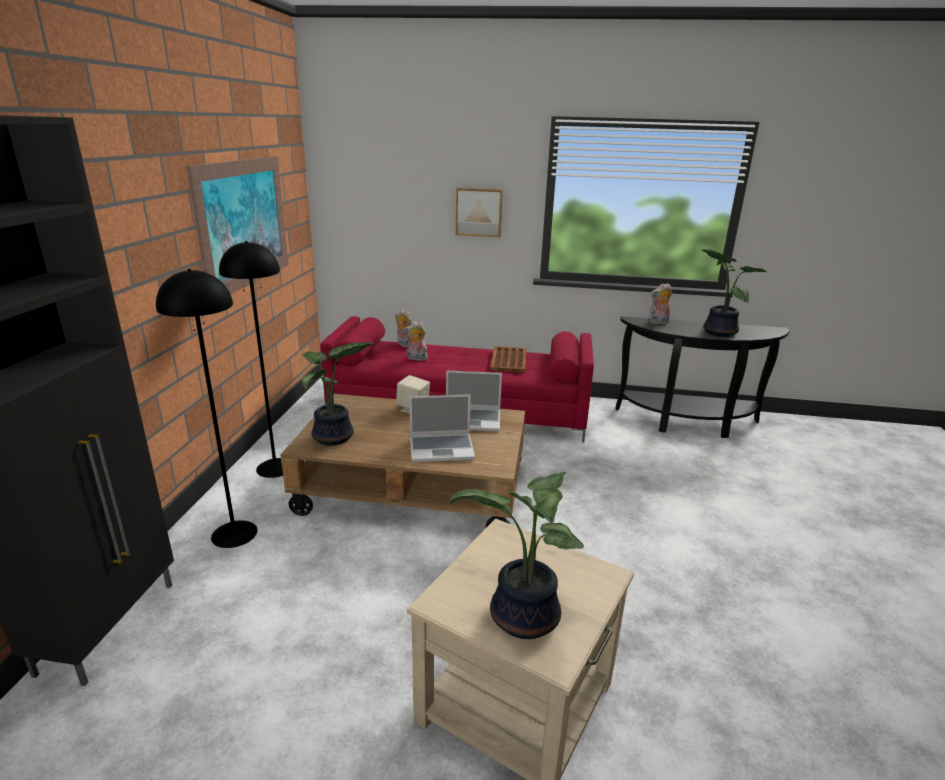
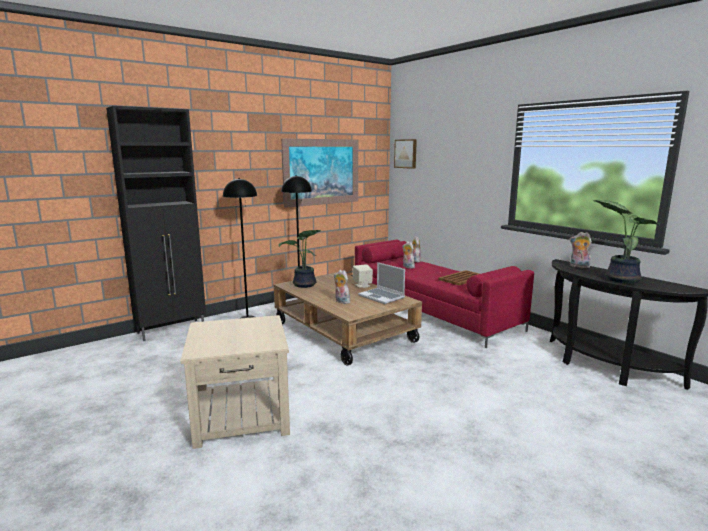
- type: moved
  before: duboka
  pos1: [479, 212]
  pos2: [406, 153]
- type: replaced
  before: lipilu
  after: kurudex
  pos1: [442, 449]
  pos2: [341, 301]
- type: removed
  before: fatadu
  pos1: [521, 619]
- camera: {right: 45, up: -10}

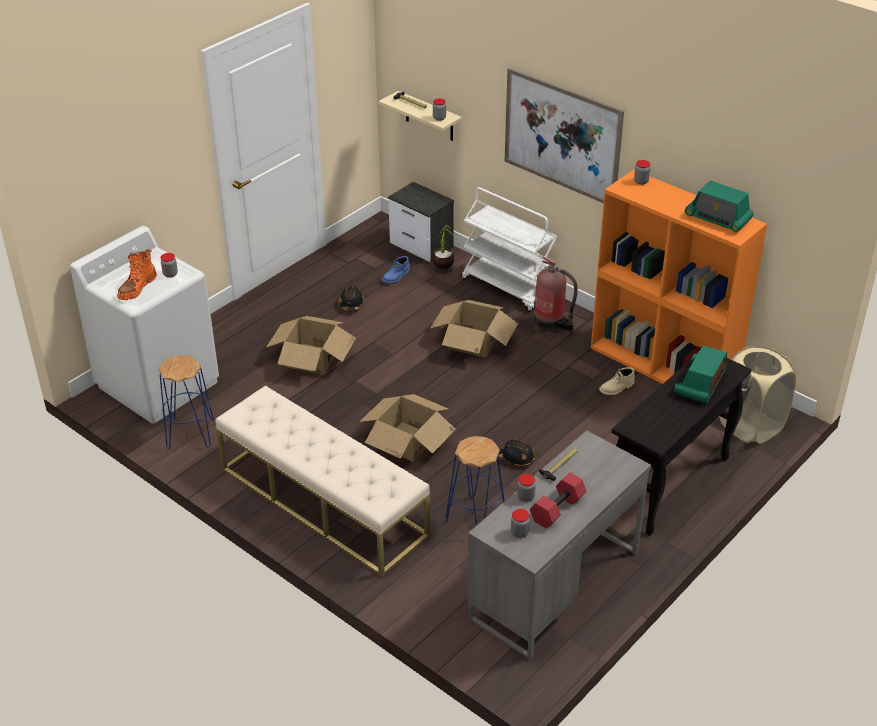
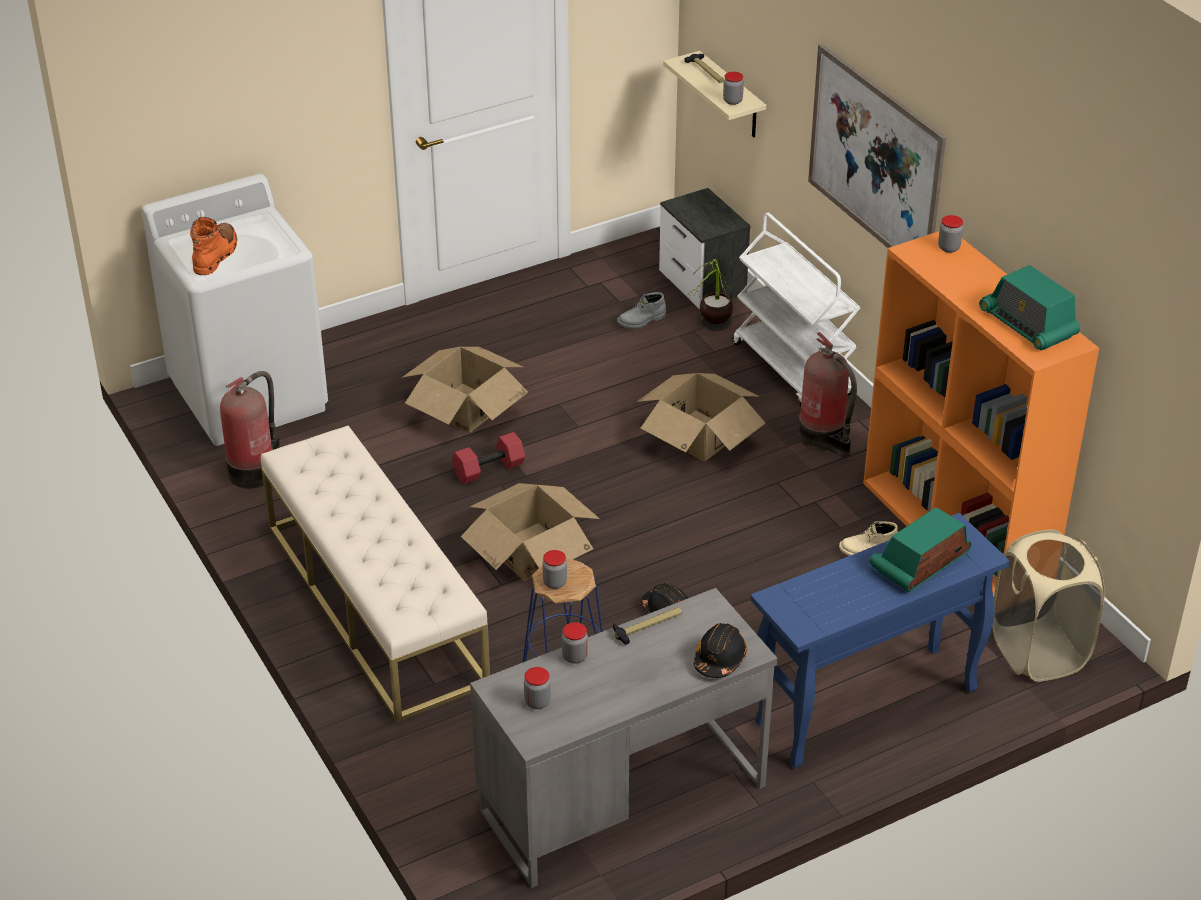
- type: turned
  before: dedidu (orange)
  pos1: [137, 288]
  pos2: [216, 255]
  turn: 150
- type: moved
  before: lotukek
  pos1: [170, 274]
  pos2: [555, 583]
- type: recoloured
  before: dedidu (blue)
  after: dedidu (grey)
  pos1: [396, 277]
  pos2: [642, 321]
- type: moved
  before: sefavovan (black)
  pos1: [351, 304]
  pos2: [719, 659]
- type: recoloured
  before: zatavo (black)
  after: zatavo (blue)
  pos1: [670, 487]
  pos2: [865, 708]
- type: replaced
  before: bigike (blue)
  after: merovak
  pos1: [190, 434]
  pos2: [255, 470]
- type: moved
  before: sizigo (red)
  pos1: [557, 508]
  pos2: [489, 468]
- camera: {right: 20, up: 0}

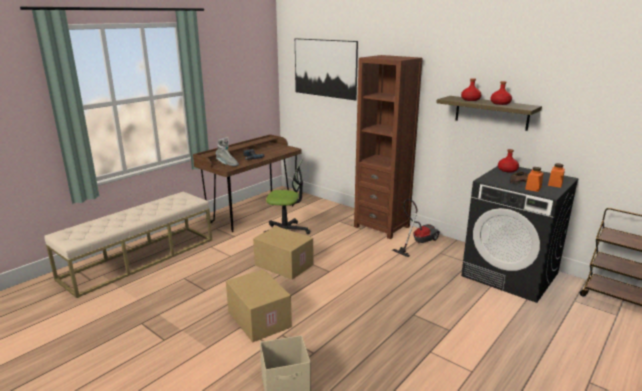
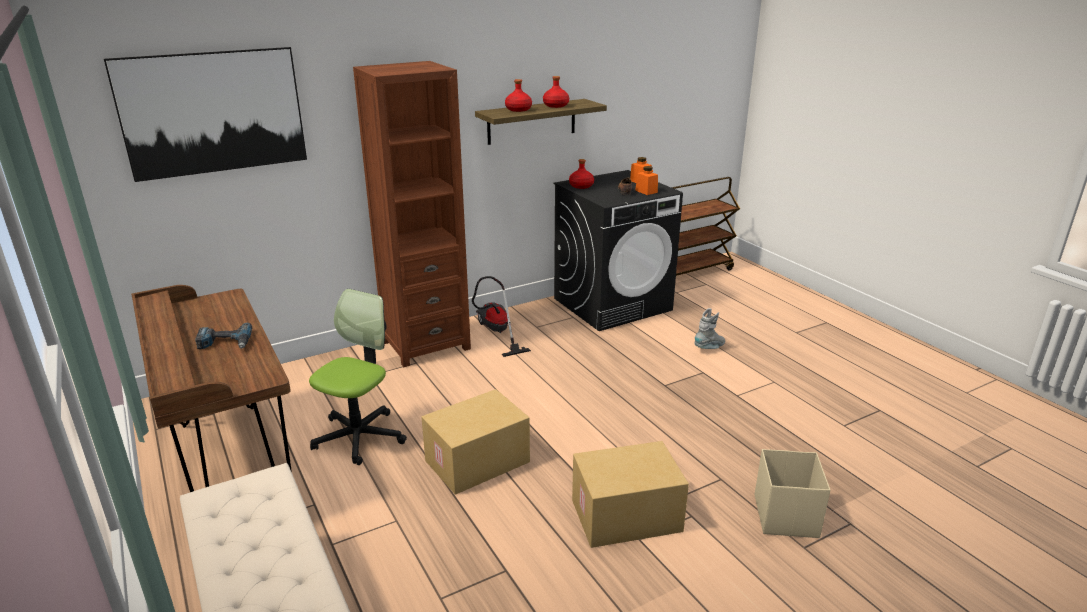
- type: moved
  before: dedidu (grey)
  pos1: [227, 164]
  pos2: [709, 348]
- camera: {right: -70, up: 5}

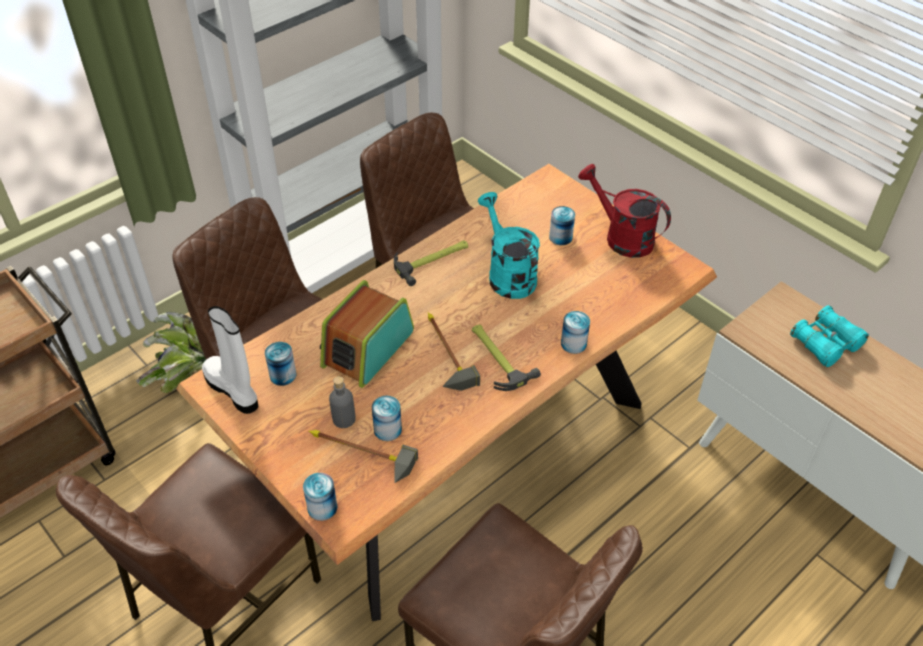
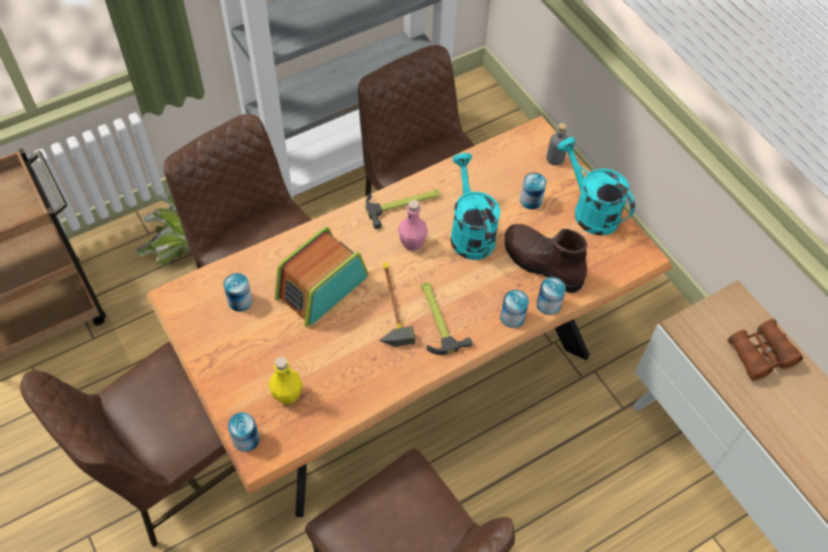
- type: recoloured
  before: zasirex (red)
  after: zasirex (turquoise)
  pos1: [621, 237]
  pos2: [590, 210]
- type: recoloured
  before: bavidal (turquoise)
  after: bavidal (brown)
  pos1: [825, 343]
  pos2: [760, 355]
- type: removed
  before: dedidu (white)
  pos1: [233, 390]
- type: moved
  before: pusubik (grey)
  pos1: [344, 419]
  pos2: [555, 158]
- type: moved
  before: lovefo
  pos1: [387, 429]
  pos2: [548, 304]
- type: replaced
  before: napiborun
  after: pusubik (yellow)
  pos1: [357, 457]
  pos2: [287, 395]
- type: added
  after: pusubik (pink)
  pos2: [412, 243]
- type: added
  after: dedidu (brown)
  pos2: [541, 264]
- camera: {right: 10, up: 10}

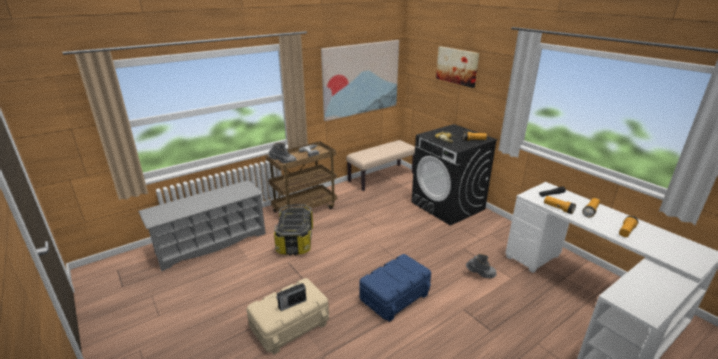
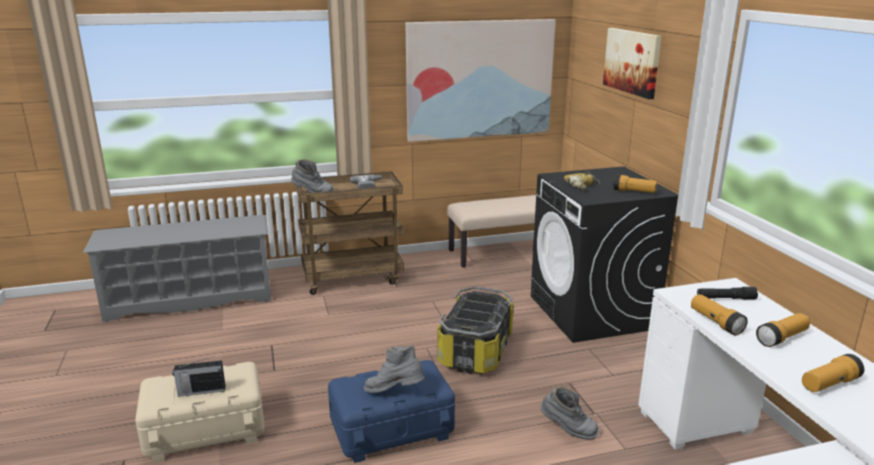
- type: moved
  before: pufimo
  pos1: [295, 241]
  pos2: [475, 351]
- type: added
  after: dedidu (grey)
  pos2: [394, 392]
- camera: {right: 20, up: -5}

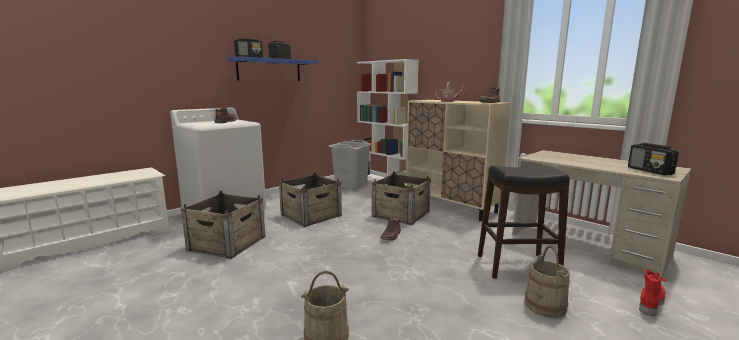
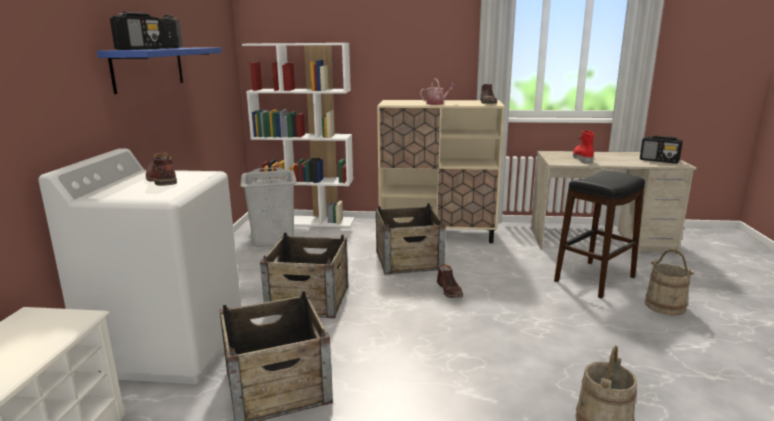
- type: moved
  before: dedidu (red)
  pos1: [650, 303]
  pos2: [582, 159]
- camera: {right: -40, up: 5}

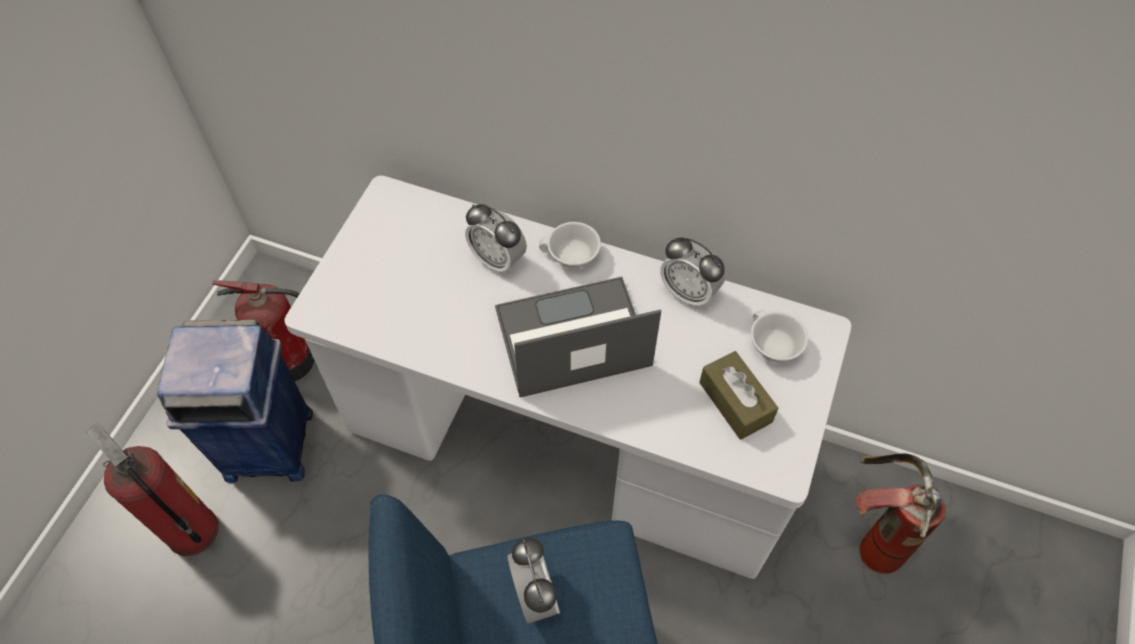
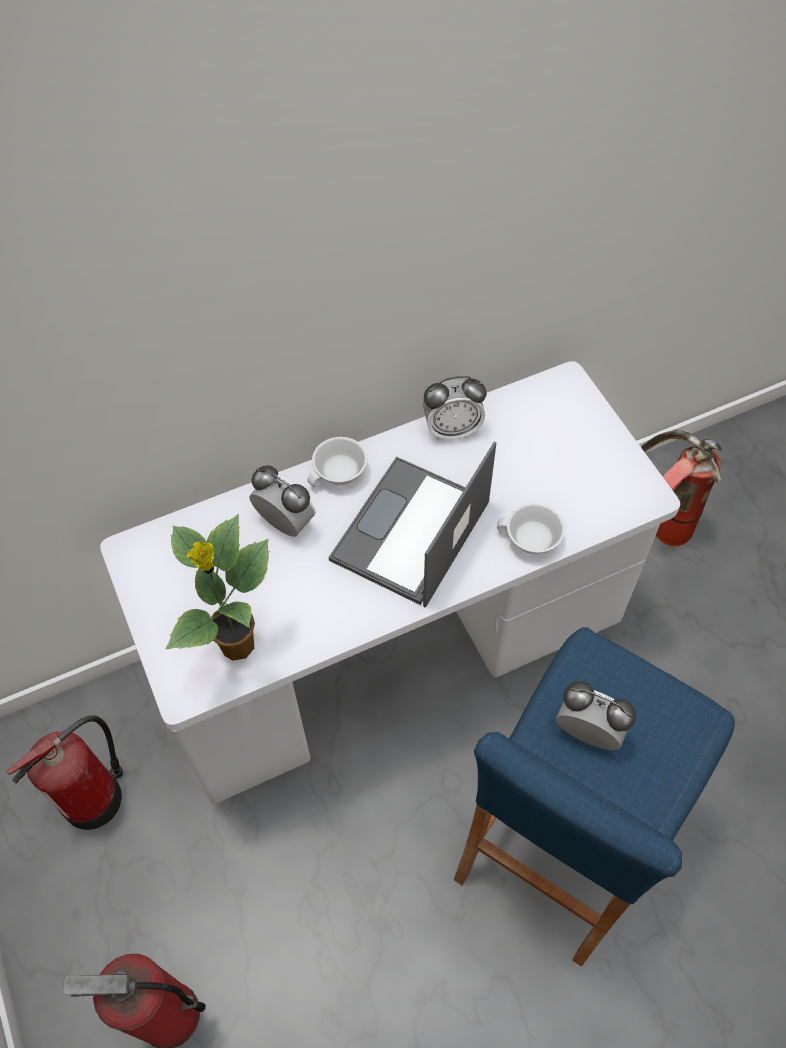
- type: turned
  before: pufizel
  pos1: [497, 259]
  pos2: [285, 523]
  turn: -135
- type: moved
  before: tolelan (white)
  pos1: [771, 347]
  pos2: [530, 541]
- type: removed
  before: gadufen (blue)
  pos1: [267, 445]
- type: removed
  before: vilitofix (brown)
  pos1: [735, 402]
- type: added
  after: fatadu
  pos2: [237, 647]
- camera: {right: -45, up: 0}

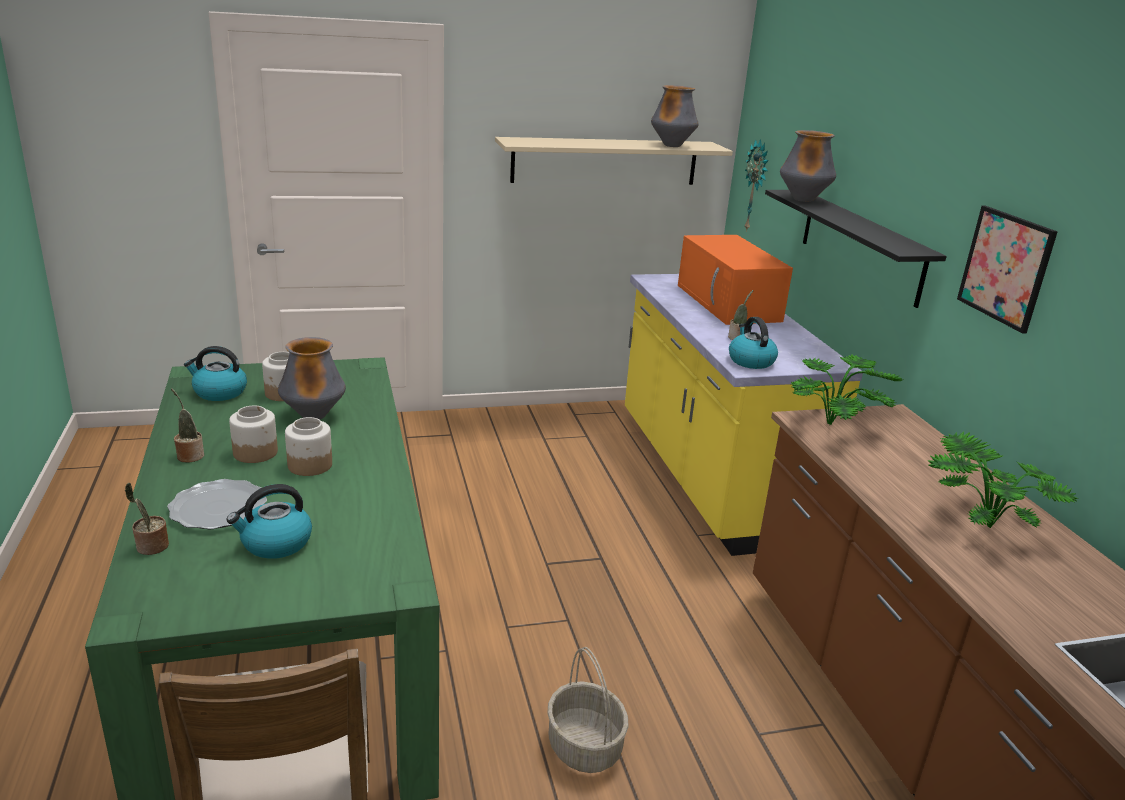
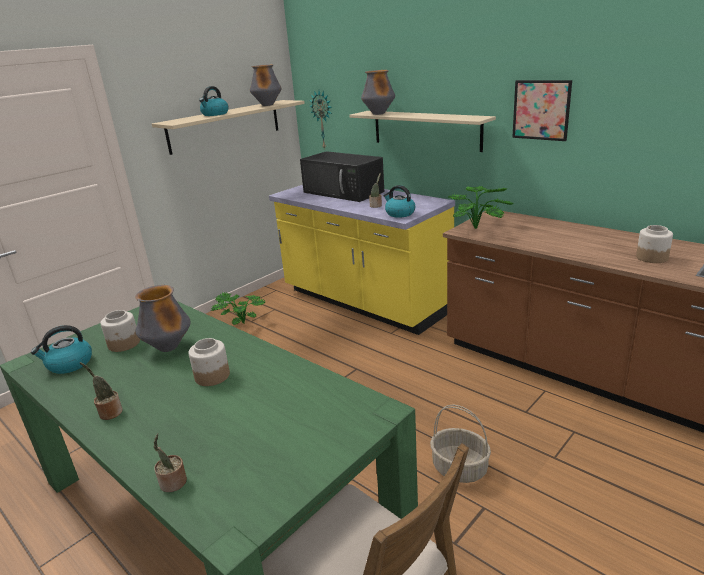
- type: recoloured
  before: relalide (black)
  after: relalide (beige)
  pos1: [860, 245]
  pos2: [425, 130]
- type: recoloured
  before: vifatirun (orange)
  after: vifatirun (black)
  pos1: [729, 303]
  pos2: [344, 192]
- type: moved
  before: lotukek
  pos1: [255, 452]
  pos2: [651, 257]
- type: moved
  before: fatadu
  pos1: [982, 522]
  pos2: [241, 323]
- type: removed
  before: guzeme
  pos1: [218, 508]
- type: moved
  before: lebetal
  pos1: [275, 543]
  pos2: [215, 114]
- camera: {right: -30, up: 0}

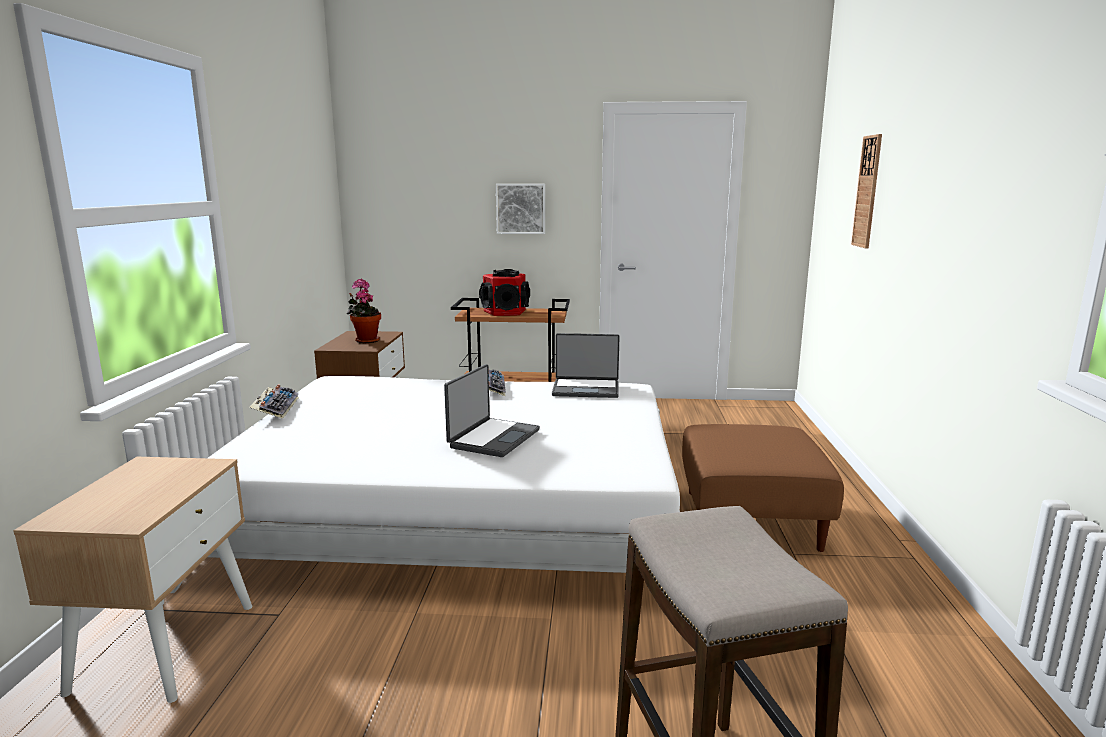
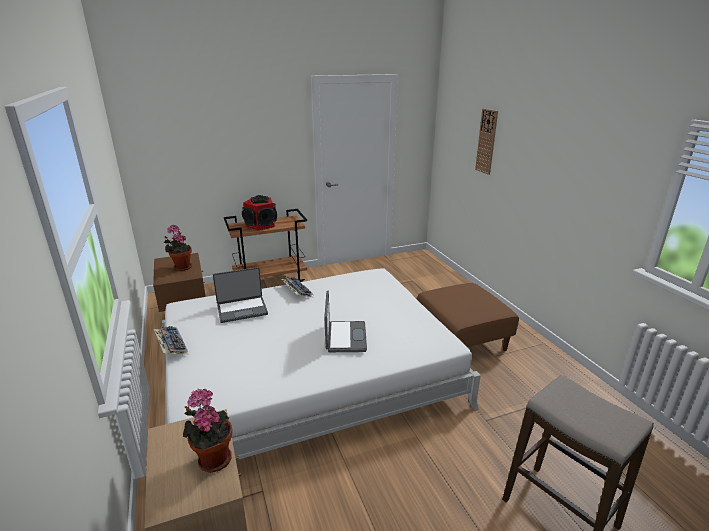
- type: removed
  before: duboka
  pos1: [521, 208]
- type: moved
  before: lipilu
  pos1: [586, 389]
  pos2: [242, 309]
- type: added
  after: fatadu
  pos2: [213, 458]
- camera: {right: -25, up: 10}

